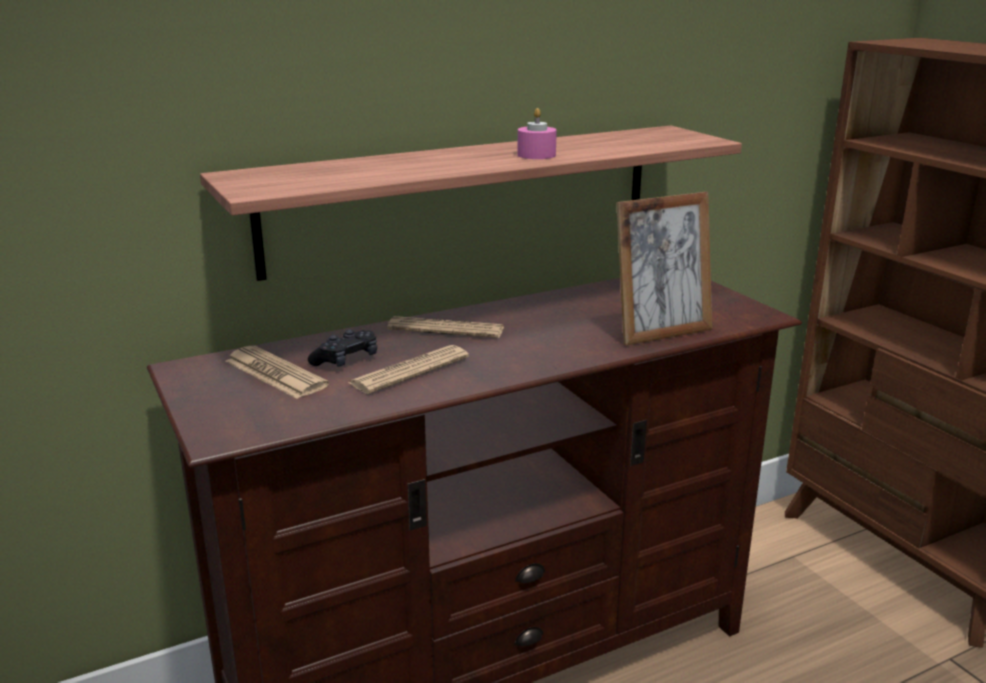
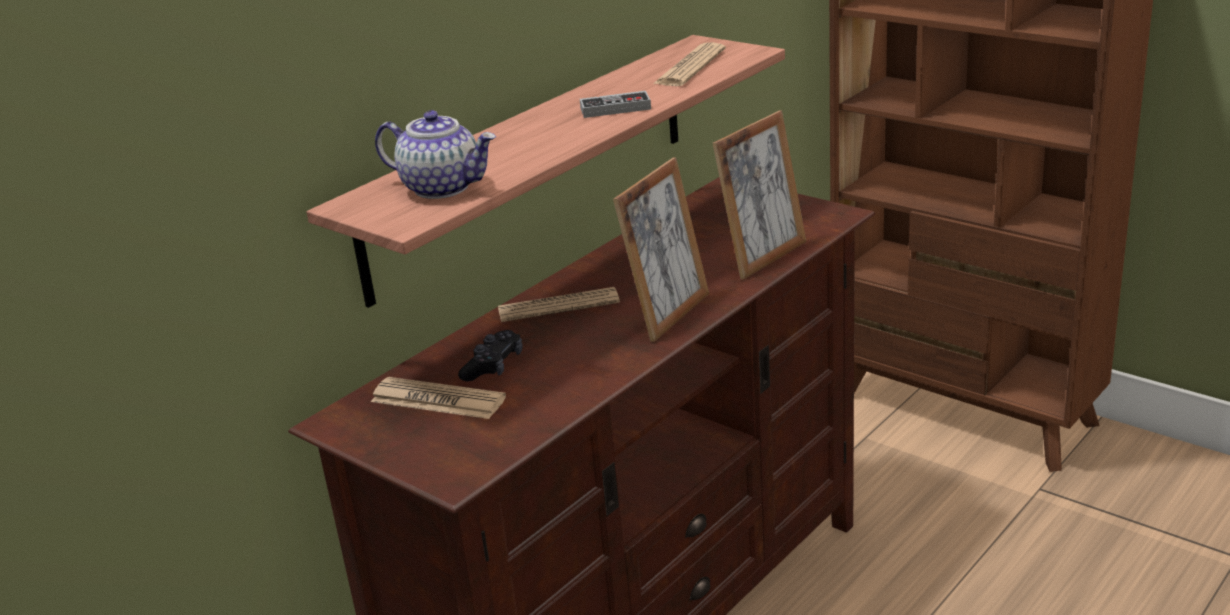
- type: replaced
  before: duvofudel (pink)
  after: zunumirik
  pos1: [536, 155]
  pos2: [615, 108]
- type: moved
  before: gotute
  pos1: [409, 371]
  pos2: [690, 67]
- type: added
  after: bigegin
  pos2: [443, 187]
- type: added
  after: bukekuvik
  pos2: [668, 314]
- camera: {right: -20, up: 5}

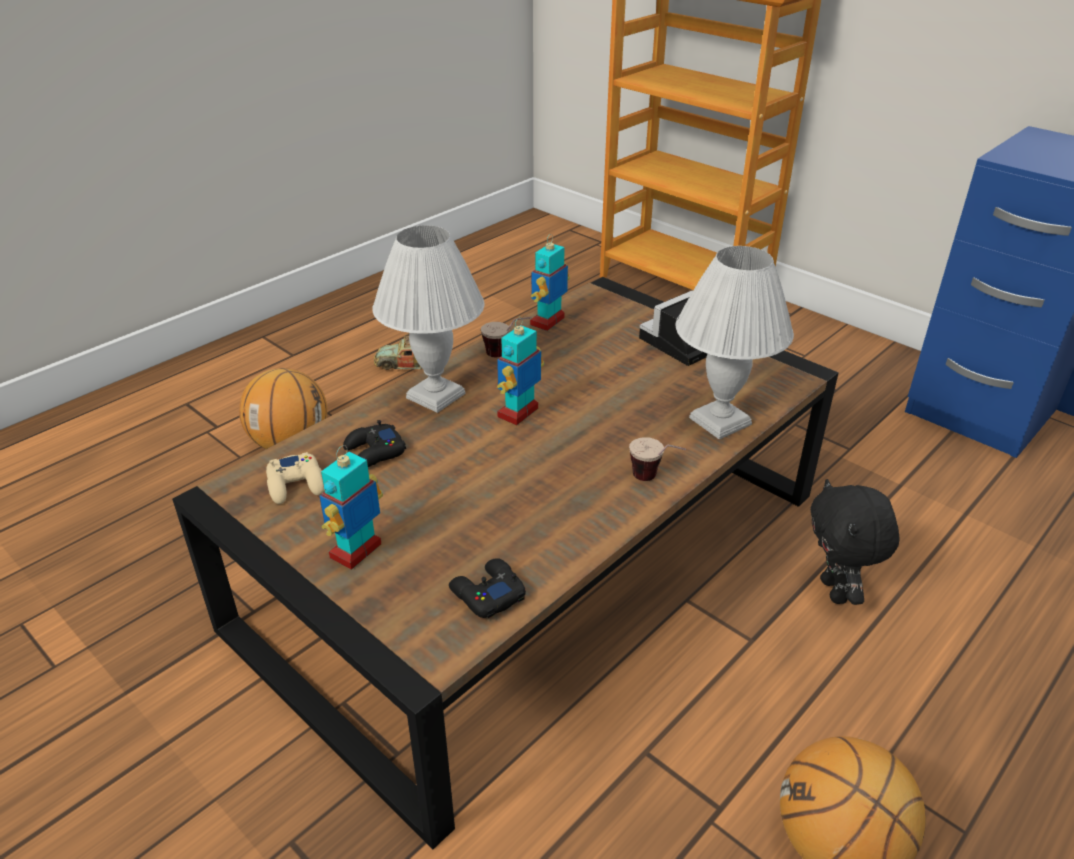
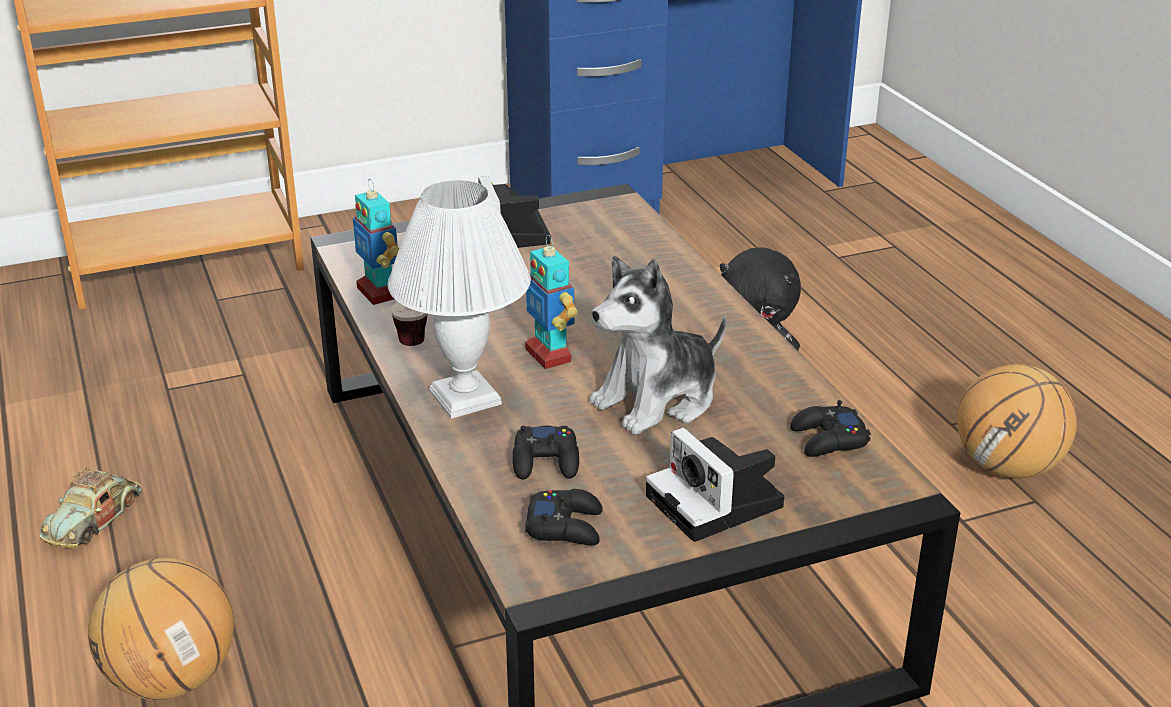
- type: removed
  before: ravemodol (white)
  pos1: [718, 421]
- type: removed
  before: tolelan
  pos1: [655, 481]
- type: replaced
  before: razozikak
  after: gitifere
  pos1: [357, 552]
  pos2: [718, 503]
- type: recoloured
  before: zunumirik (beige)
  after: zunumirik (black)
  pos1: [296, 484]
  pos2: [565, 526]
- type: added
  after: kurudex
  pos2: [658, 400]
- camera: {right: -65, up: -5}

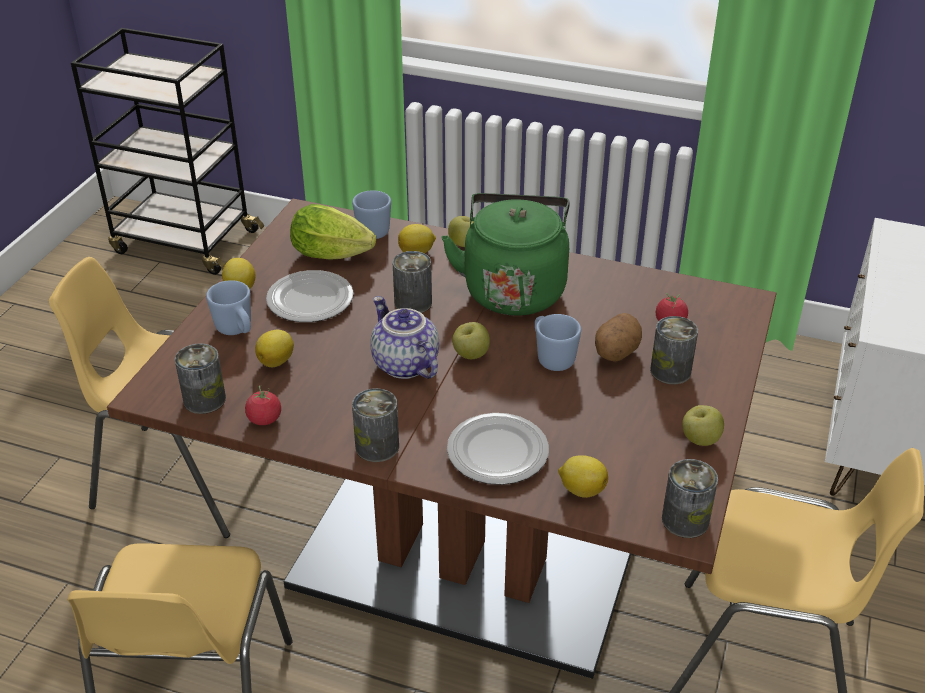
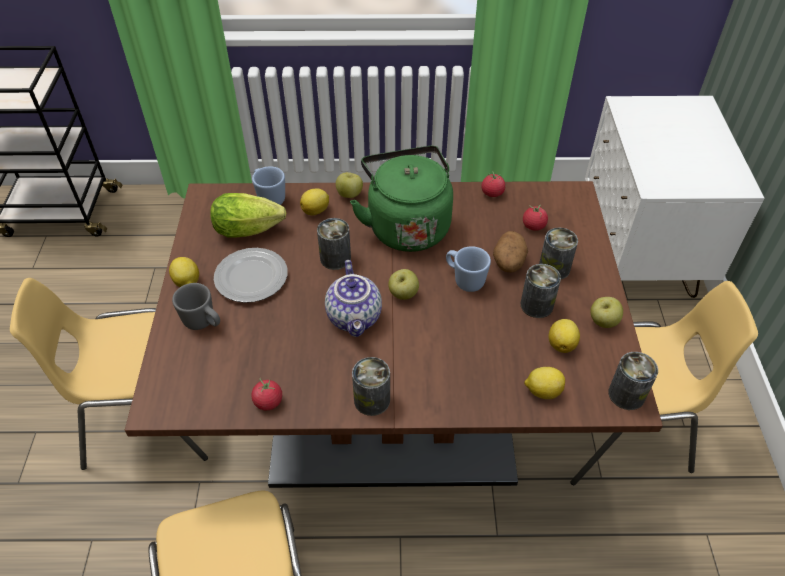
- type: recoloured
  before: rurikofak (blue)
  after: rurikofak (grey)
  pos1: [237, 330]
  pos2: [203, 323]
- type: turned
  before: bigegin
  pos1: [403, 364]
  pos2: [355, 317]
  turn: -135
- type: moved
  before: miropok
  pos1: [277, 361]
  pos2: [561, 344]
- type: moved
  before: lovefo
  pos1: [204, 399]
  pos2: [536, 305]
- type: removed
  before: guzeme
  pos1: [497, 452]
- type: added
  after: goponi
  pos2: [492, 193]
- camera: {right: -20, up: 10}

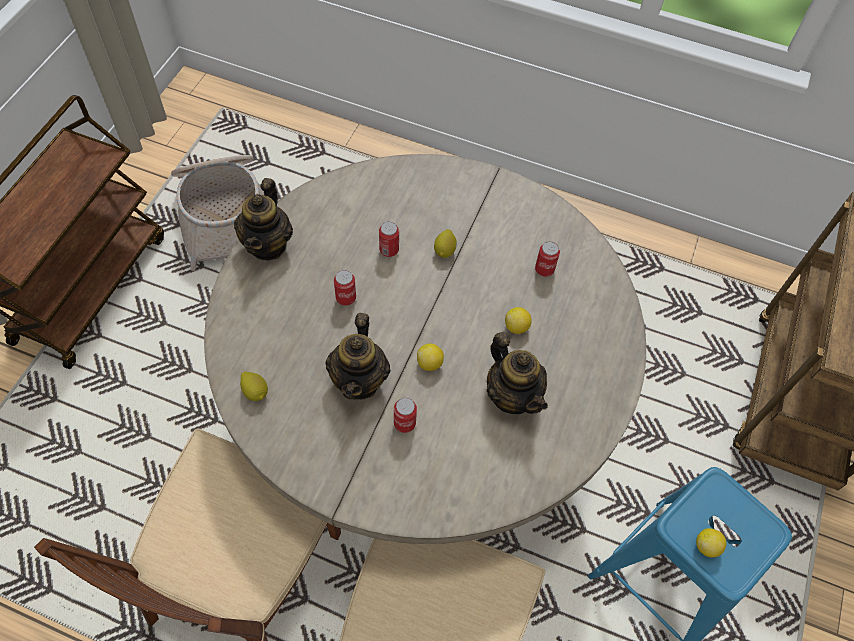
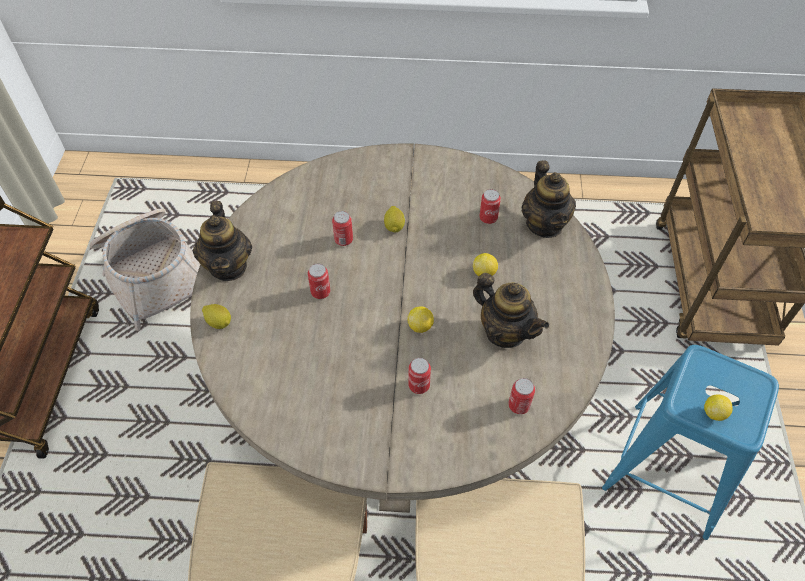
- type: moved
  before: bigegin
  pos1: [360, 380]
  pos2: [544, 224]
- type: moved
  before: miropok
  pos1: [255, 391]
  pos2: [219, 322]
- type: added
  after: lovefo
  pos2: [519, 405]
- camera: {right: -15, up: -5}

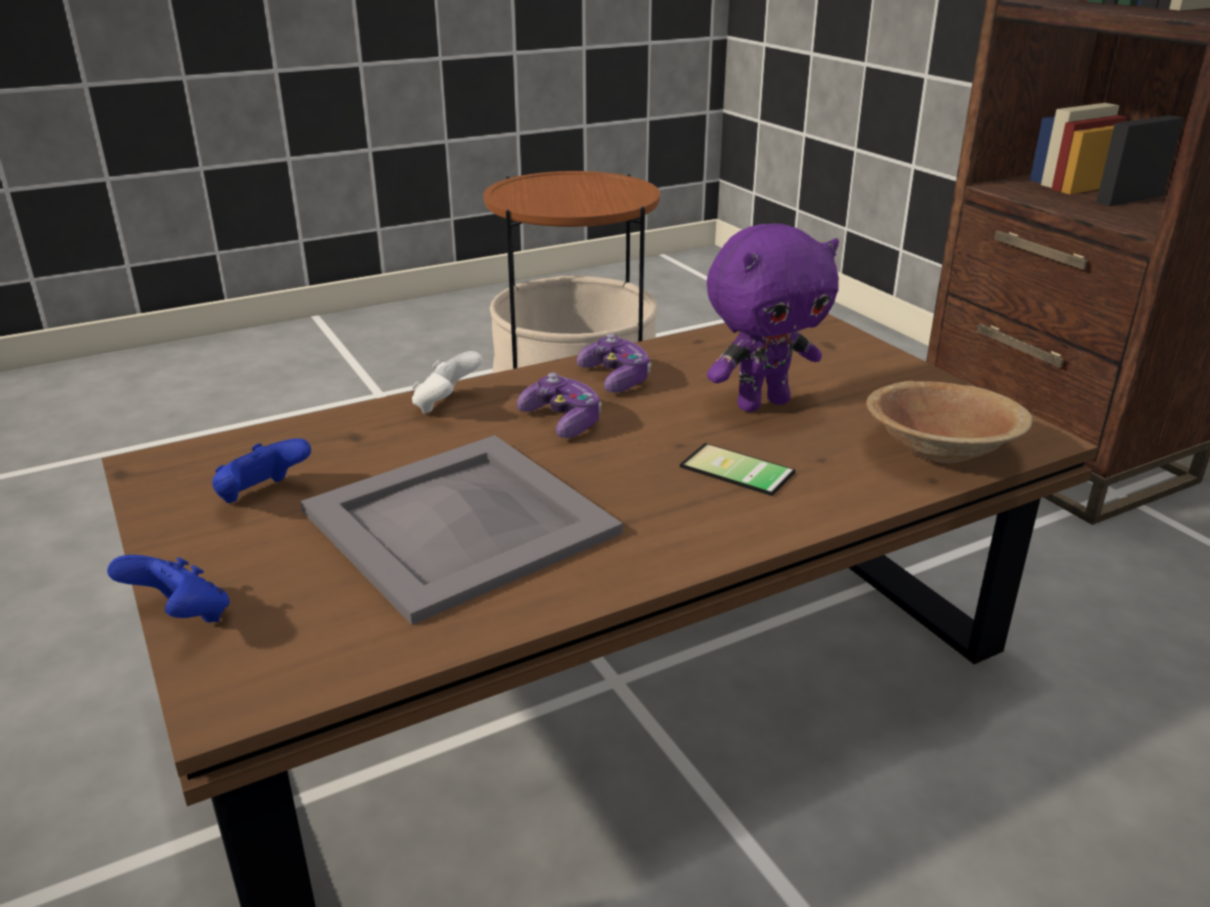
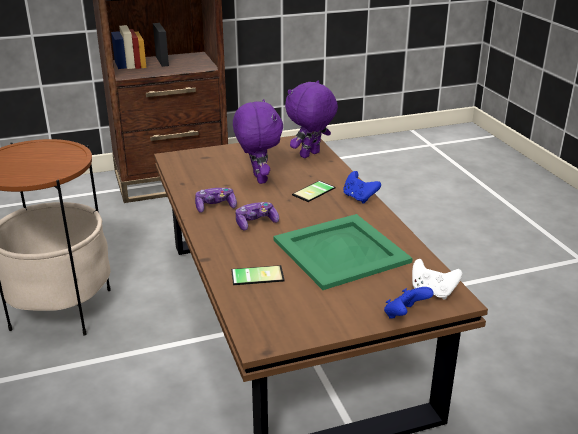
- type: moved
  before: zunumirik (white)
  pos1: [446, 405]
  pos2: [432, 292]
- type: replaced
  before: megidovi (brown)
  after: kurudex (purple)
  pos1: [940, 450]
  pos2: [310, 155]
- type: recoloured
  before: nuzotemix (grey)
  after: nuzotemix (green)
  pos1: [456, 522]
  pos2: [340, 252]
- type: moved
  before: zunumirik (blue)
  pos1: [262, 496]
  pos2: [359, 198]
- type: added
  after: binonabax
  pos2: [257, 274]
- camera: {right: -80, up: 0}

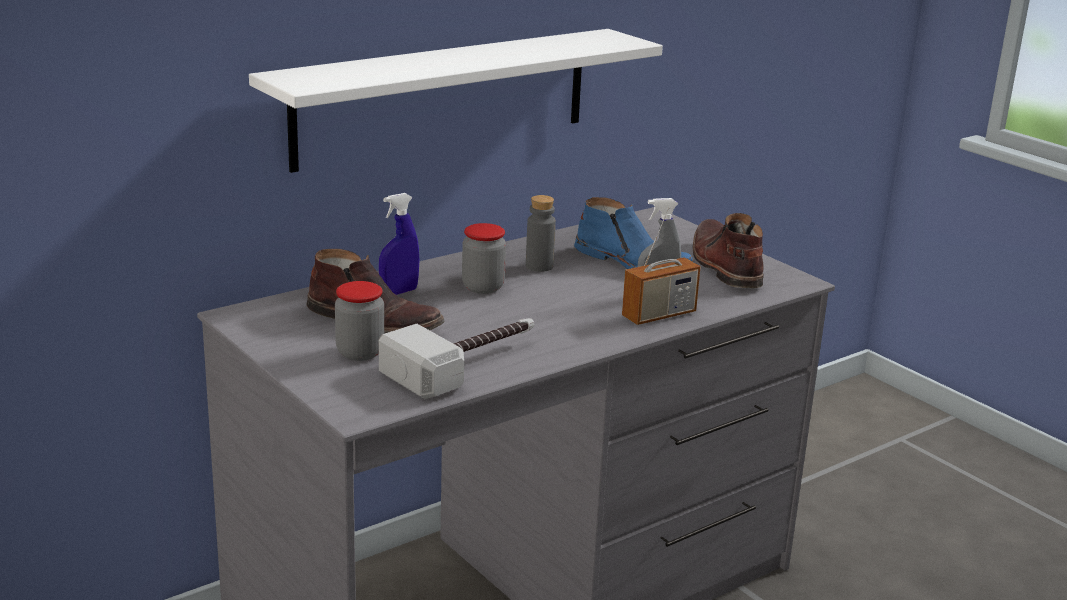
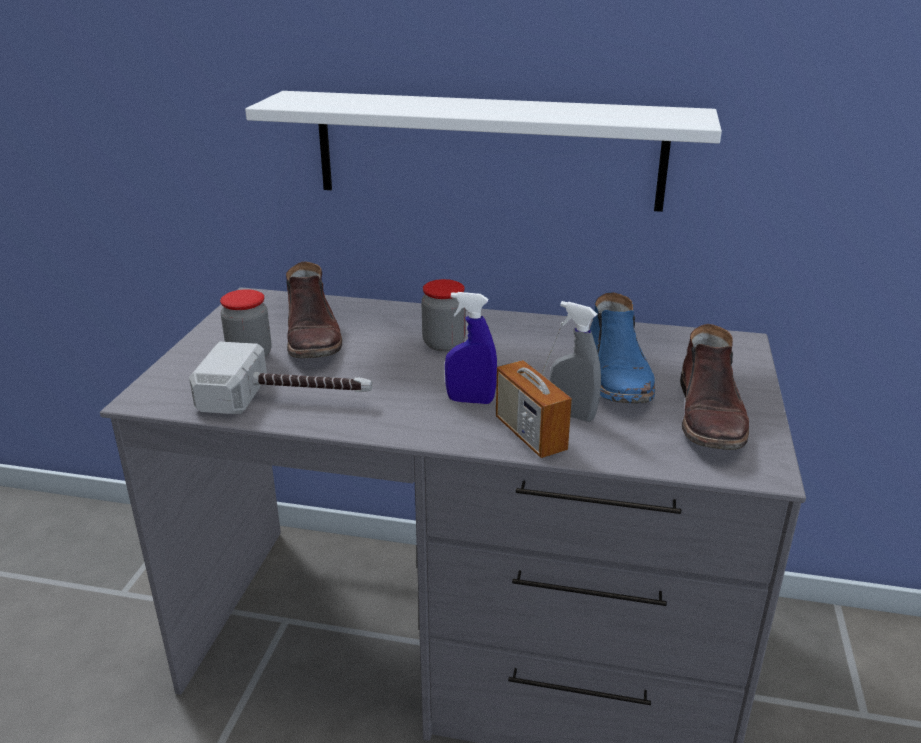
- type: moved
  before: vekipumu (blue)
  pos1: [399, 292]
  pos2: [470, 400]
- type: removed
  before: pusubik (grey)
  pos1: [539, 266]
- type: turned
  before: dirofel
  pos1: [659, 315]
  pos2: [530, 434]
  turn: 45
- type: turned
  before: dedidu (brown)
  pos1: [724, 265]
  pos2: [710, 417]
  turn: 150
- camera: {right: 50, up: 5}

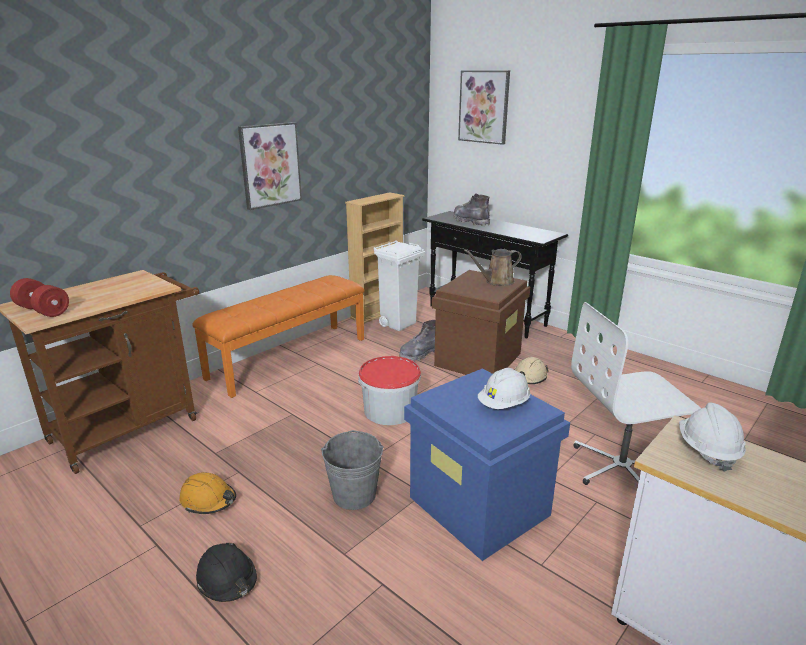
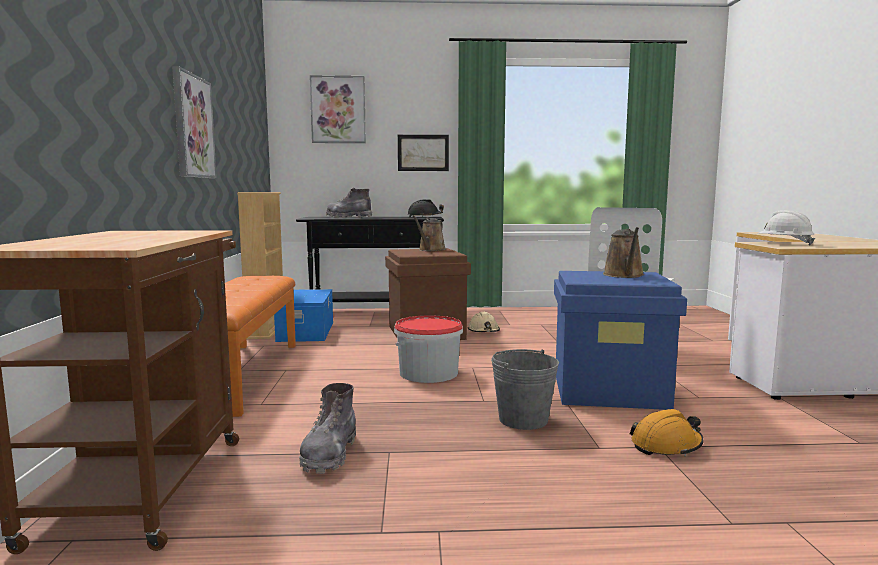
- type: replaced
  before: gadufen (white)
  after: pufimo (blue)
  pos1: [399, 324]
  pos2: [307, 331]
- type: removed
  before: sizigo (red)
  pos1: [43, 310]
- type: moved
  before: dedidu (grey)
  pos1: [420, 354]
  pos2: [329, 454]
- type: replaced
  before: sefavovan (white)
  after: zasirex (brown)
  pos1: [504, 404]
  pos2: [624, 275]
- type: moved
  before: sefavovan (orange)
  pos1: [208, 500]
  pos2: [666, 445]
- type: moved
  before: sefavovan (black)
  pos1: [227, 579]
  pos2: [425, 217]
- type: added
  after: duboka
  pos2: [423, 153]
- camera: {right: -45, up: -15}

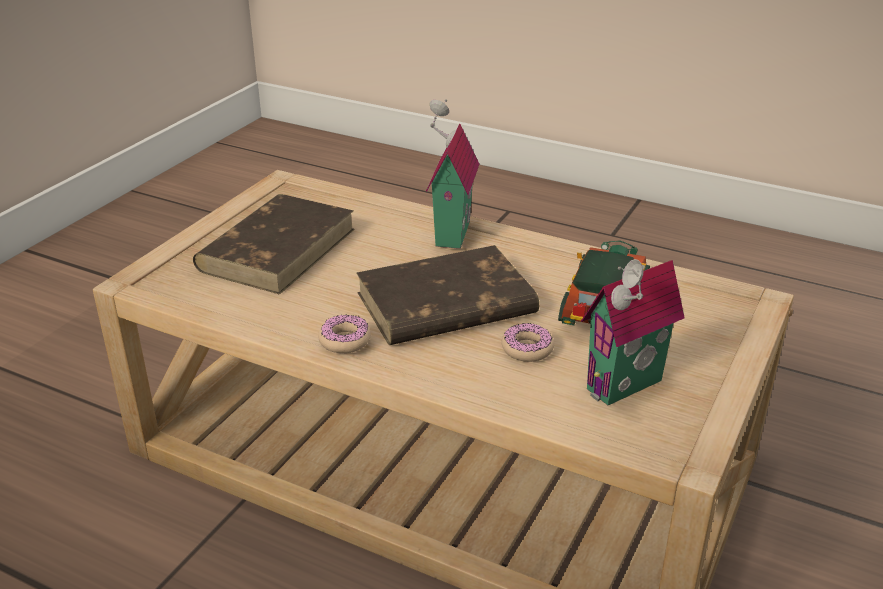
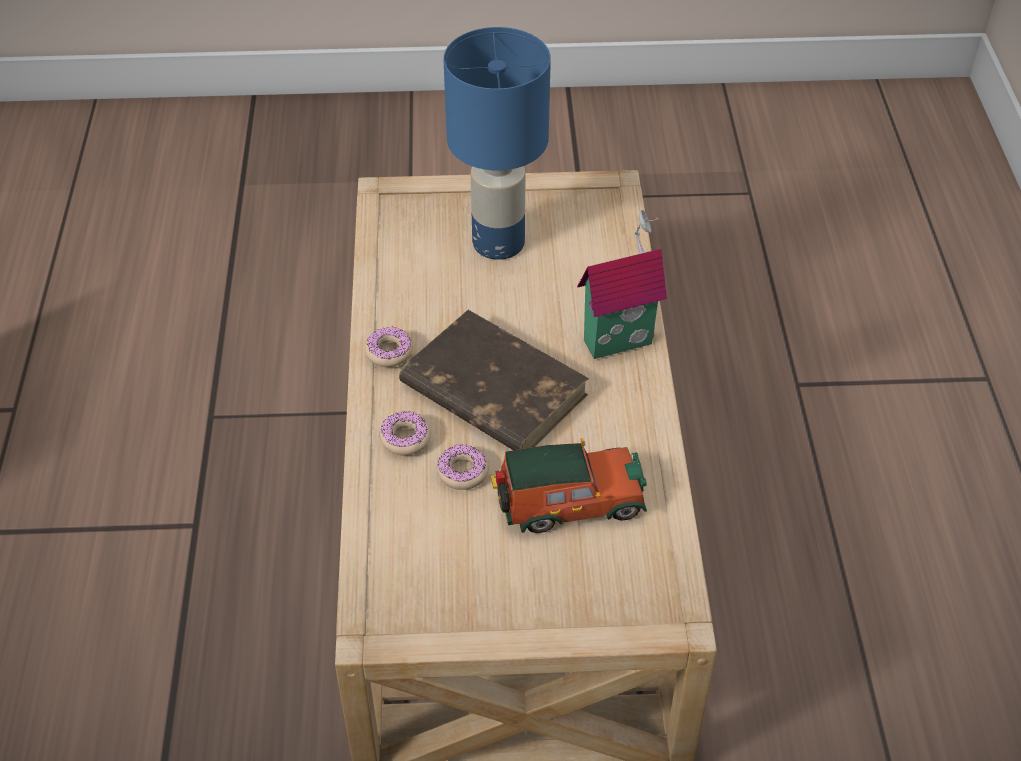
- type: replaced
  before: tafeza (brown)
  after: ravemodol (blue)
  pos1: [278, 248]
  pos2: [499, 244]
- type: removed
  before: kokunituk
  pos1: [627, 388]
- type: added
  after: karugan
  pos2: [405, 438]
- camera: {right: 60, up: 15}

